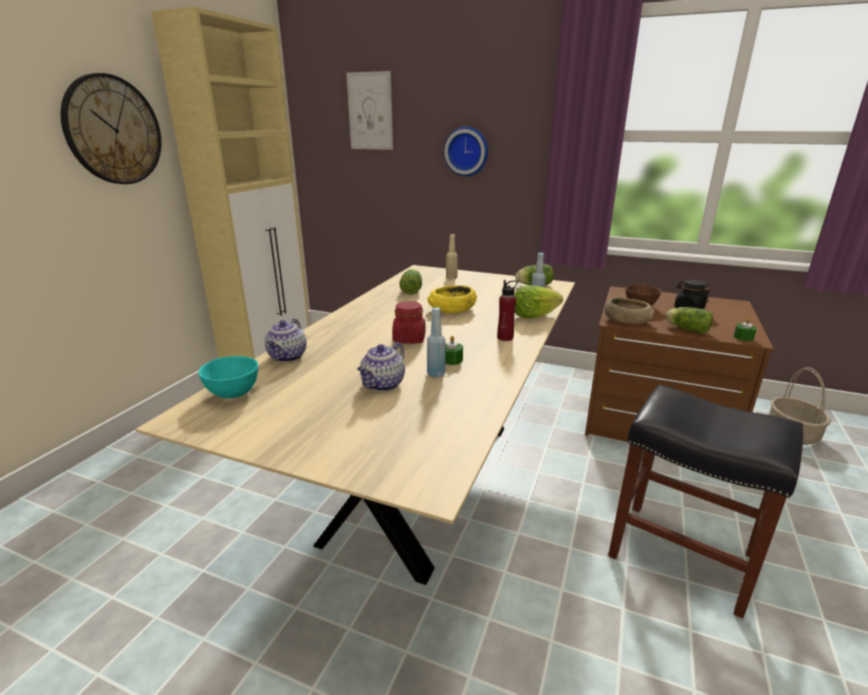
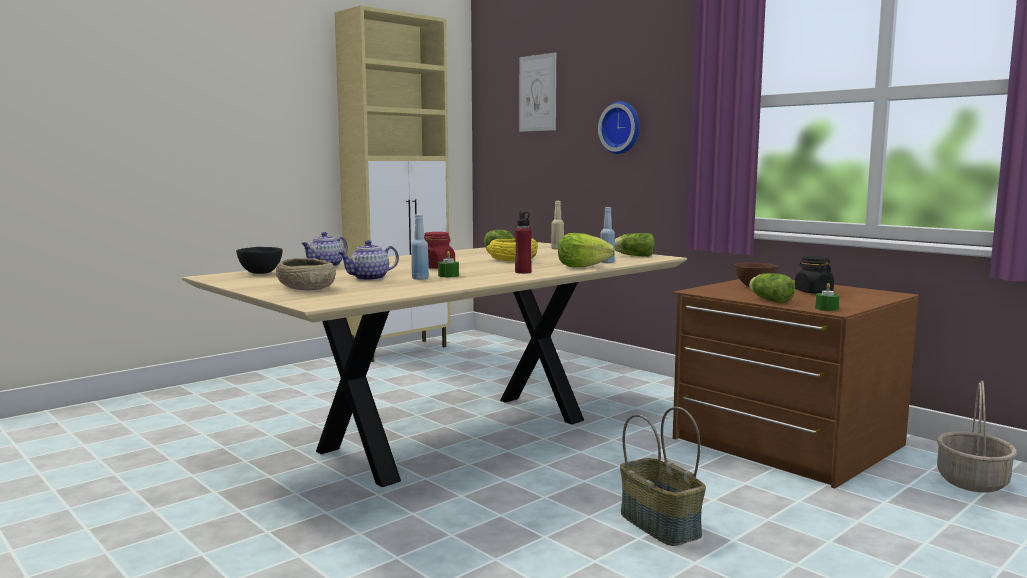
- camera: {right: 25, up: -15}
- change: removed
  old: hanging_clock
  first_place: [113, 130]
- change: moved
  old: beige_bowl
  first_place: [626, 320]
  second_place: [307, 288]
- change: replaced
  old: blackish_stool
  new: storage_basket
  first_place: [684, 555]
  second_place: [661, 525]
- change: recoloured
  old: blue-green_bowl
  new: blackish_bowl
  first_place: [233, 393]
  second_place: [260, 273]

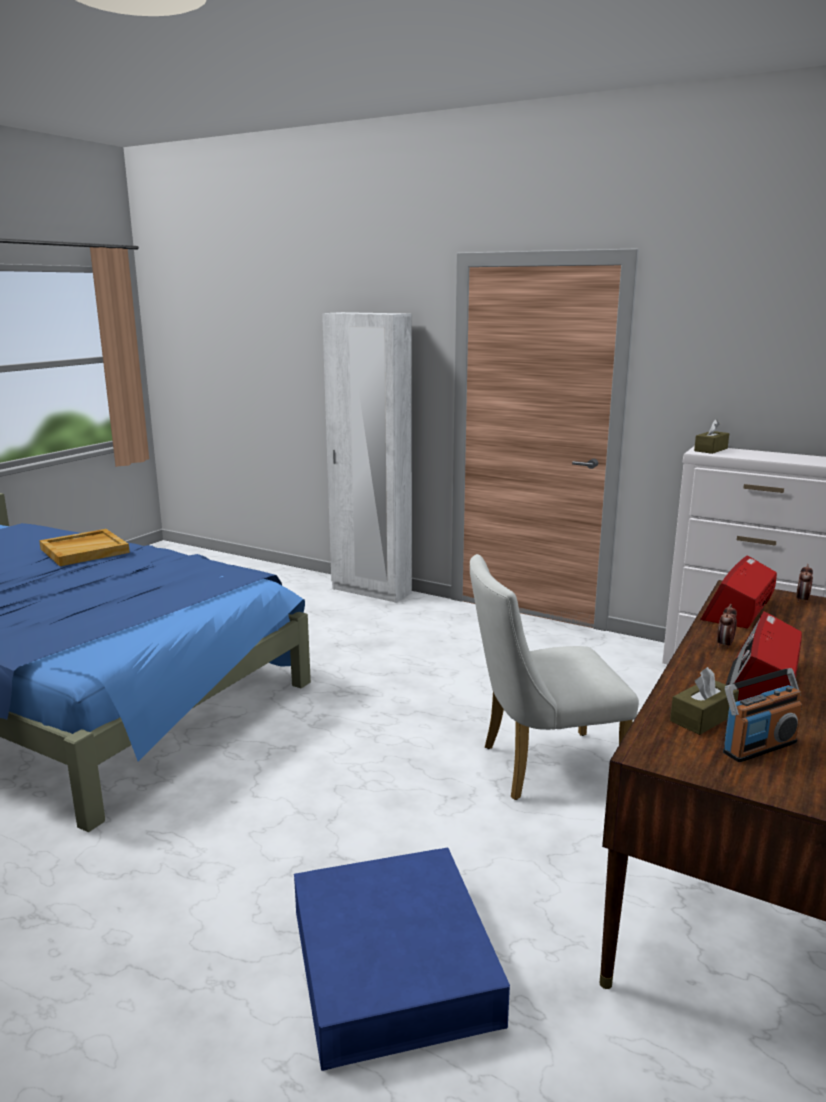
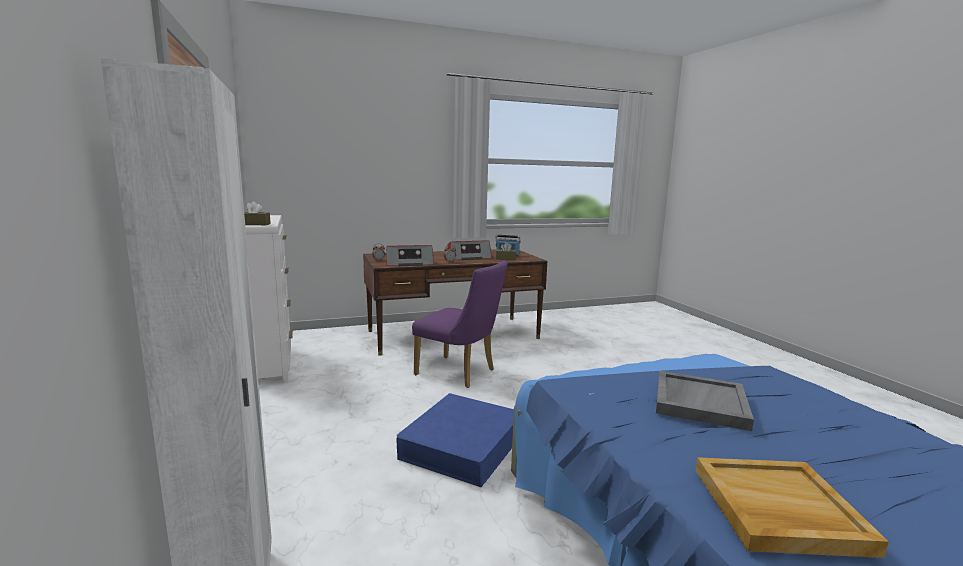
- camera: {right: -140, up: -5}
- change: added
  new: greyish_tray
  second_place: [699, 402]
- change: moved
  old: bluish_storage_container
  first_place: [392, 964]
  second_place: [463, 446]
- change: recoloured
  old: whitish_plain_chair
  new: purple_plain_chair
  first_place: [540, 767]
  second_place: [460, 373]

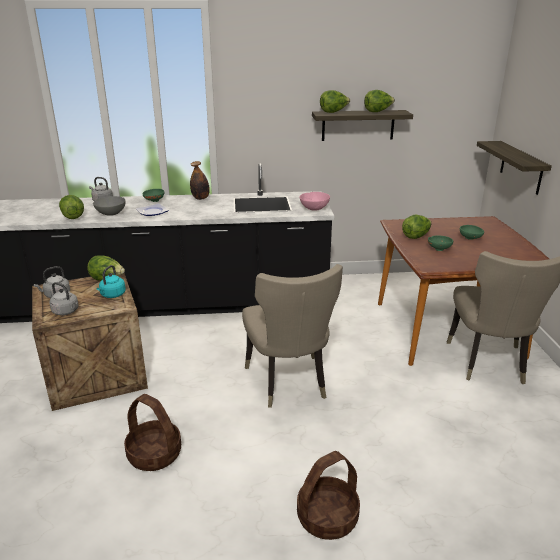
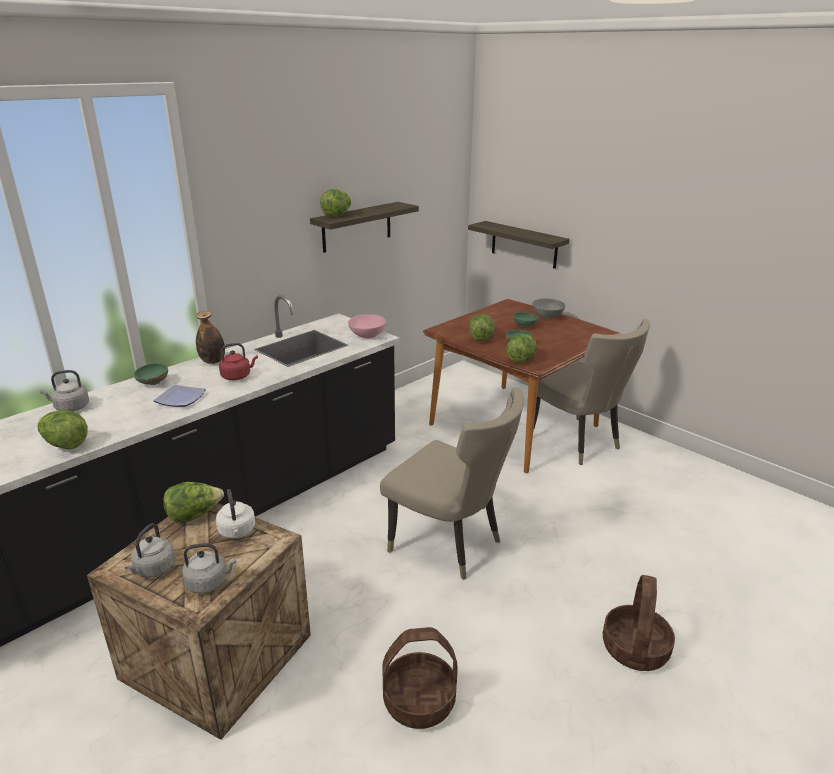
- camera: {right: -40, up: 0}
- change: added
  new: red-coloured_tea_kettle
  second_place: [237, 376]
- change: moved
  old: greyish_bowl
  first_place: [111, 213]
  second_place: [547, 316]
- change: moved
  old: lettuce_head
  first_place: [378, 111]
  second_place: [521, 359]
- change: recoloured
  old: blue-green_tea_kettle
  new: whitish_tea_kettle
  first_place: [112, 295]
  second_place: [237, 532]

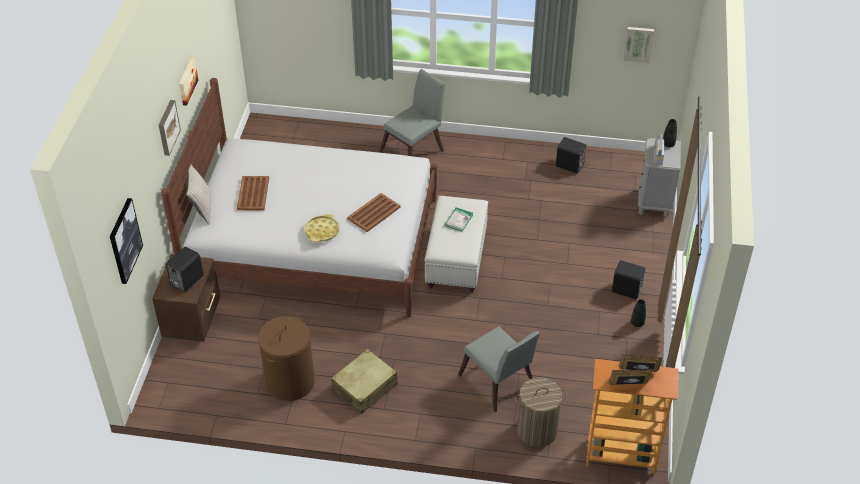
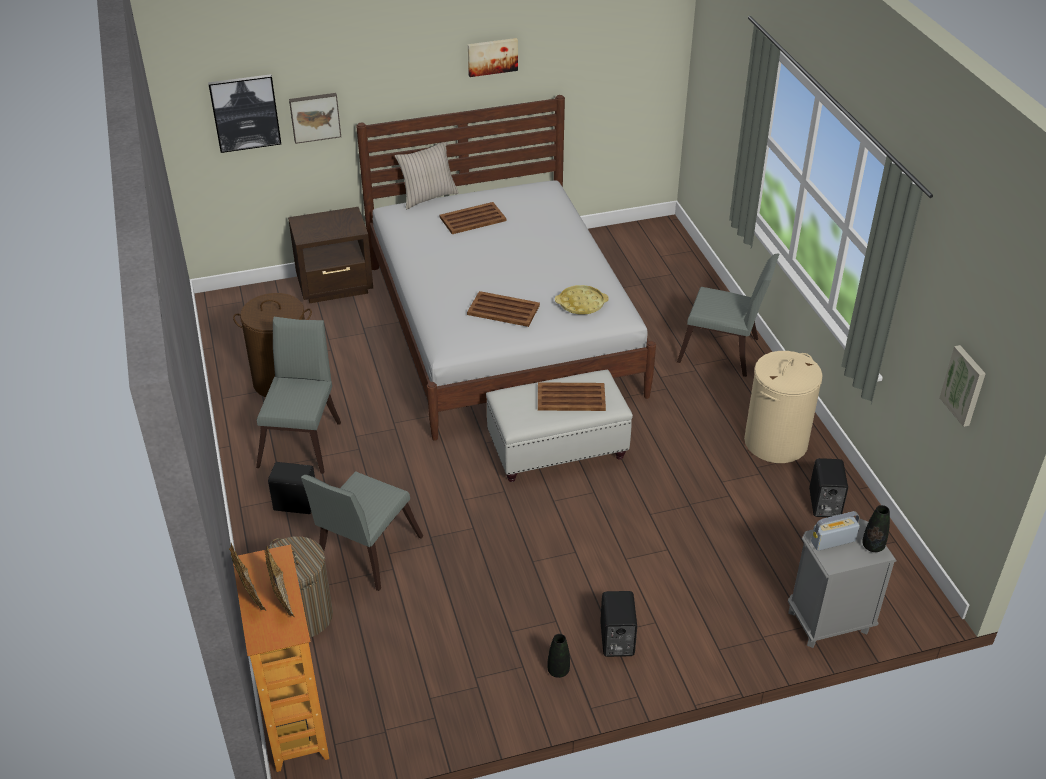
- camera: {right: 65, up: -5}
- change: added
  new: beige_laundry_basket
  second_place: [775, 442]
- change: moved
  old: wall_art
  first_place: [167, 127]
  second_place: [315, 117]
- change: moved
  old: blackish_audio_speaker
  first_place: [186, 280]
  second_place: [295, 503]
- change: moved
  old: yellowish_tray
  first_place: [322, 231]
  second_place: [581, 304]
- change: replaced
  old: beige_piece_of_luggage
  new: greyish_plain_chair
  first_place: [365, 387]
  second_place: [302, 440]
- change: replaced
  old: bound_book
  new: brown_tray
  first_place: [458, 220]
  second_place: [572, 398]

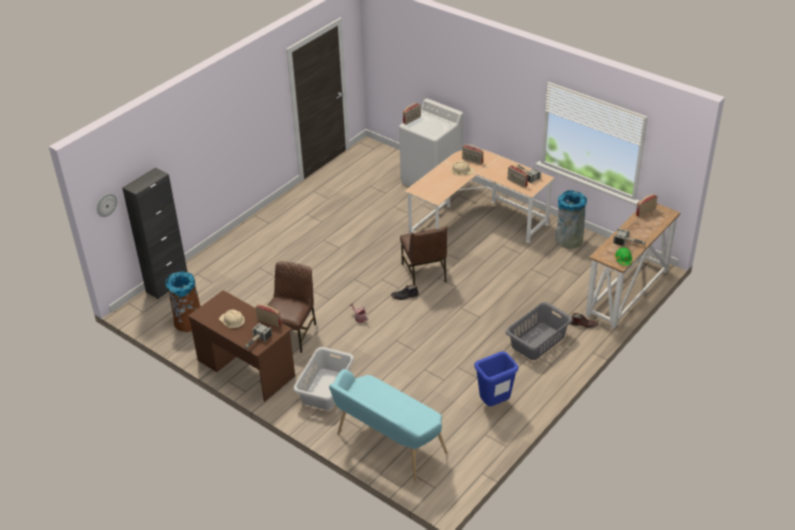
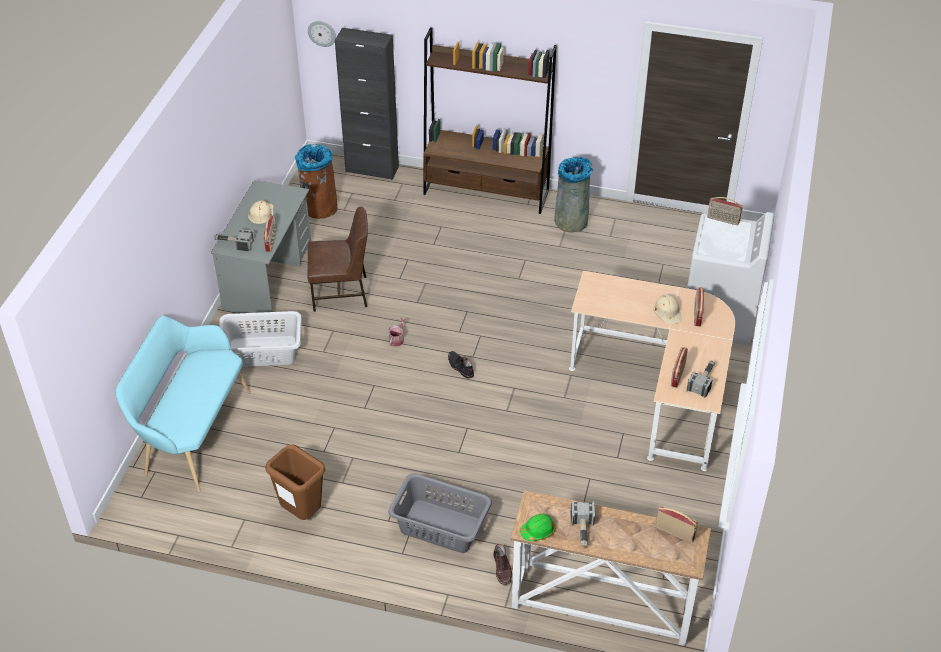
- camera: {right: 65, up: 5}
- change: removed
  old: brown_plain_chair
  first_place: [424, 273]
- change: added
  new: brown_bookshelf
  second_place: [486, 192]
- change: moved
  old: greyish_trash_can
  first_place: [568, 240]
  second_place: [571, 220]
- change: recoloured
  old: brown_desk_unit
  new: greyish_desk_unit
  first_place: [246, 368]
  second_place: [268, 277]
- change: recoloured
  old: bluish_trash_can
  new: brown_trash_can
  first_place: [494, 404]
  second_place: [301, 513]

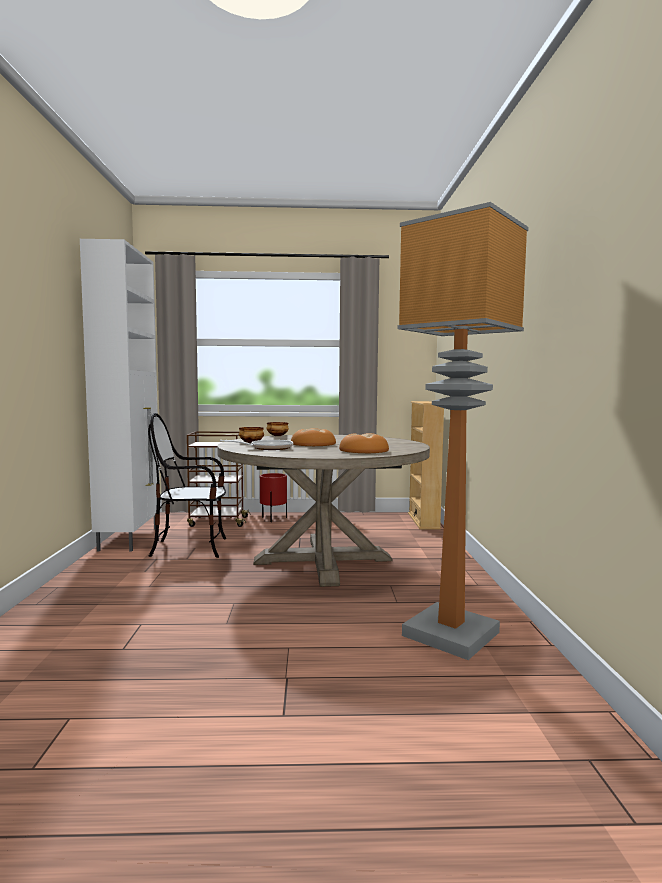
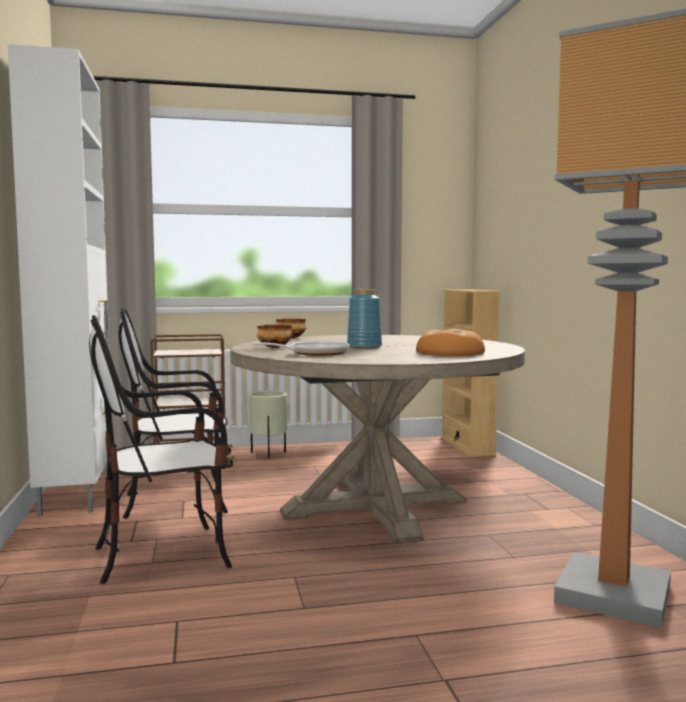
- camera: {right: -10, up: 0}
- change: added
  new: plain_chair
  second_place: [164, 554]
- change: replaced
  old: bread
  new: bluish_vase
  first_place: [313, 444]
  second_place: [364, 347]
- change: recoloured
  old: red-coloured_flower_pot
  new: beige_flower_pot
  first_place: [273, 519]
  second_place: [268, 454]

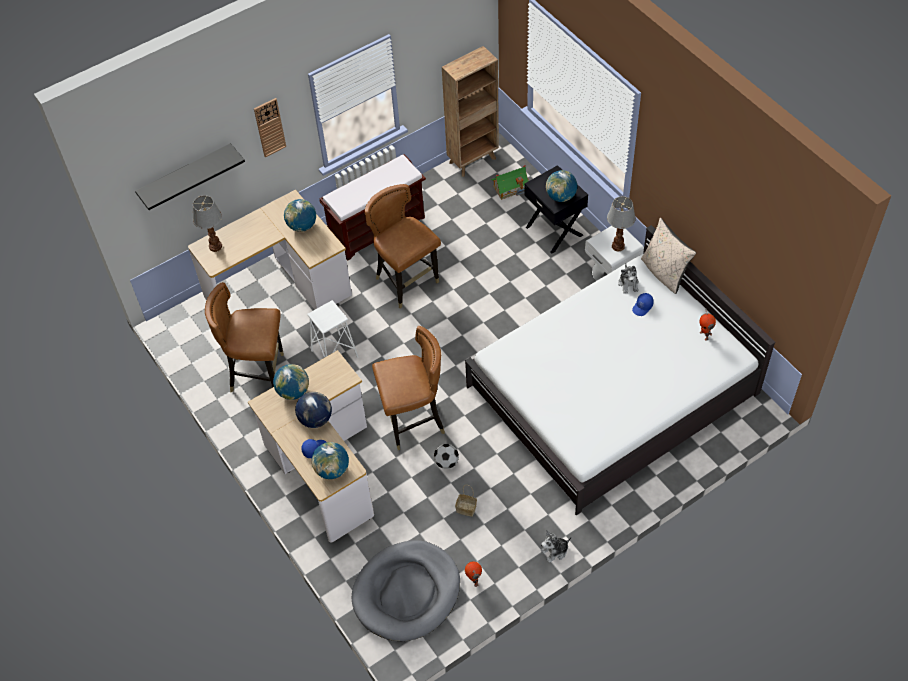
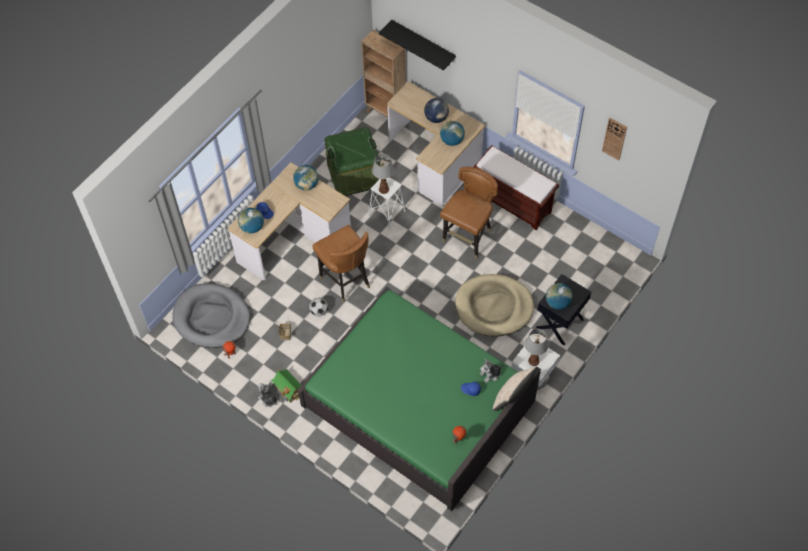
- camera: {right: 70, up: 5}
- change: added
  new: beige_dog_cushion
  second_place: [494, 307]
- change: moved
  old: lamp_for_a_table
  first_place: [216, 246]
  second_place: [384, 189]
- change: moved
  old: hanging_clock
  first_place: [269, 127]
  second_place: [614, 138]
- change: moved
  old: desk_globe
  first_place: [316, 419]
  second_place: [436, 118]
- change: moved
  old: brown_bookshelf
  first_place: [473, 160]
  second_place: [386, 113]
- change: moved
  old: toy_house
  first_place: [510, 188]
  second_place: [289, 388]
- change: replaced
  old: brown_plain_chair
  new: greenish_storage_container
  first_place: [259, 374]
  second_place: [354, 175]
- change: recoloured
  old: whitish_sleeping_bed
  new: greenish_sleeping_bed
  first_place: [613, 390]
  second_place: [418, 404]

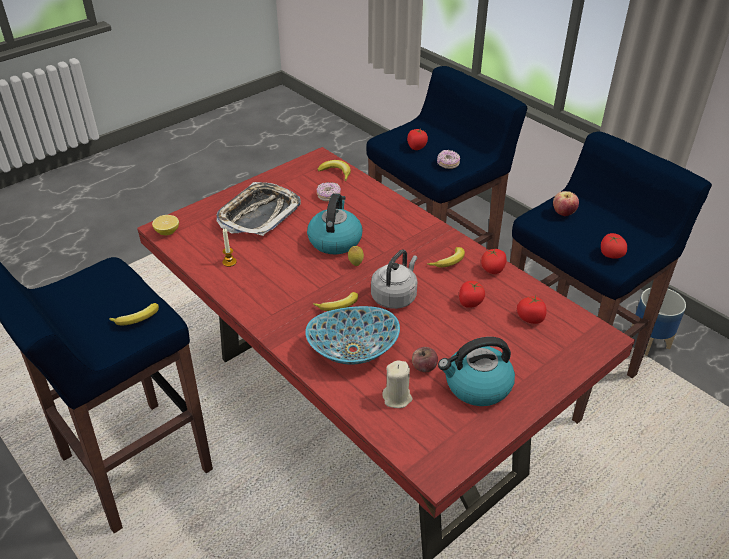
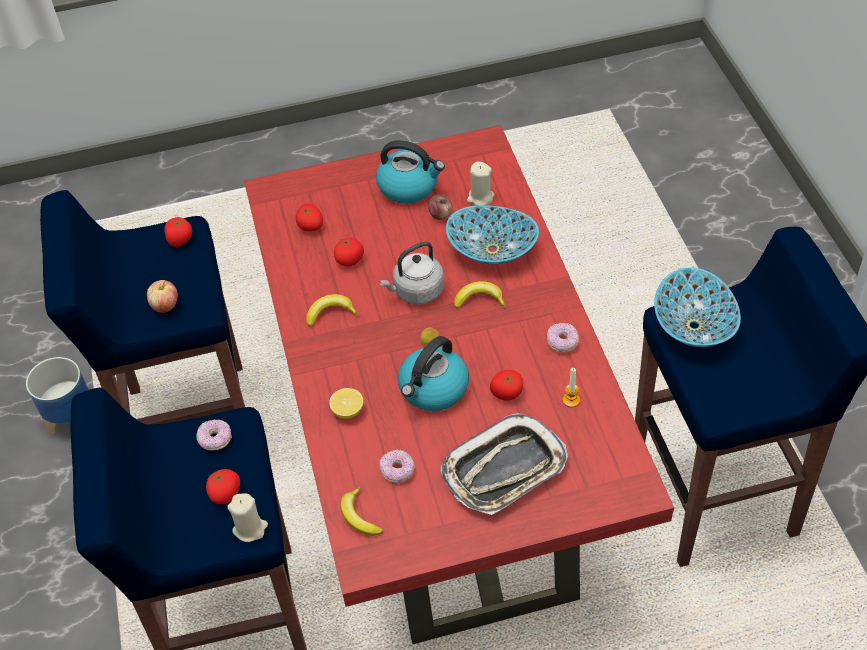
- camera: {right: -150, up: 10}
- change: added
  new: beige_wax_candle
  second_place: [250, 528]
- change: added
  new: doughnut
  second_place: [562, 342]
- change: moved
  old: citrus_fruit
  first_place: [167, 232]
  second_place: [348, 411]
- change: moved
  old: whole_tomato
  first_place: [492, 270]
  second_place: [506, 393]
- change: replaced
  old: banana_fruit
  new: bowl
  first_place: [137, 319]
  second_place: [694, 326]

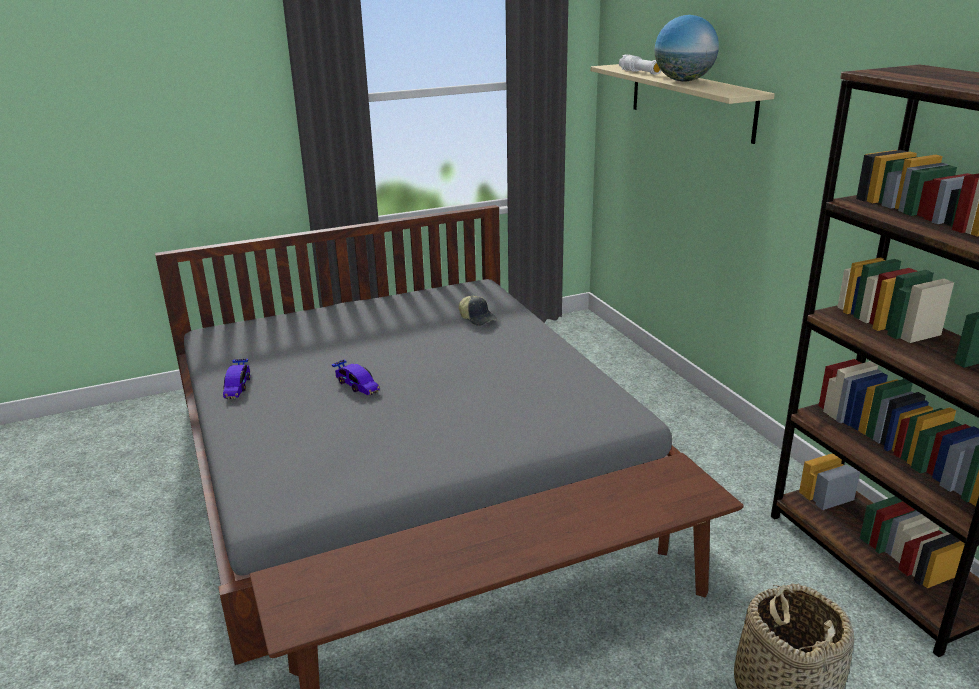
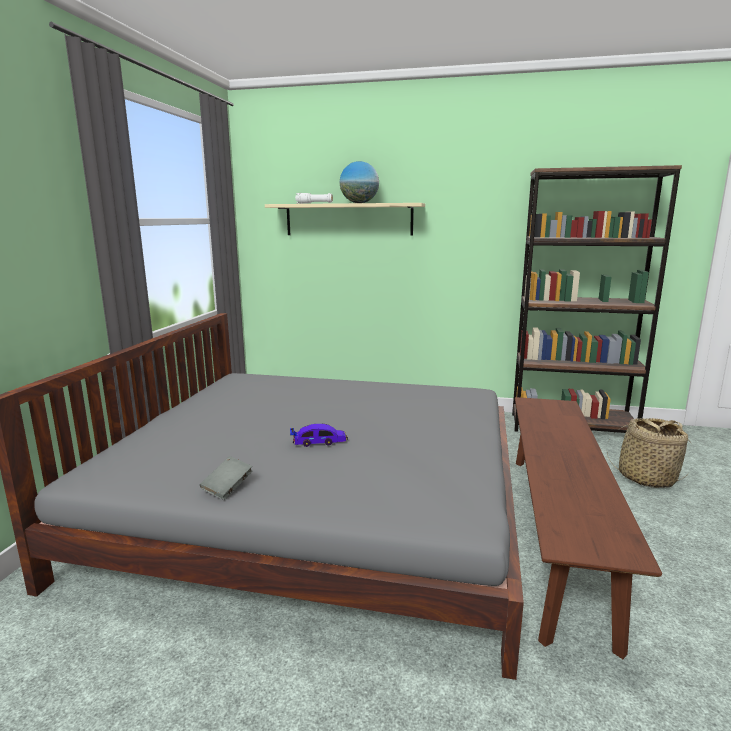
- camera: {right: -55, up: -10}
- change: removed
  old: cap
  first_place: [478, 318]
- change: replaced
  old: model_car
  new: greyish_bound_book
  first_place: [237, 386]
  second_place: [227, 488]

